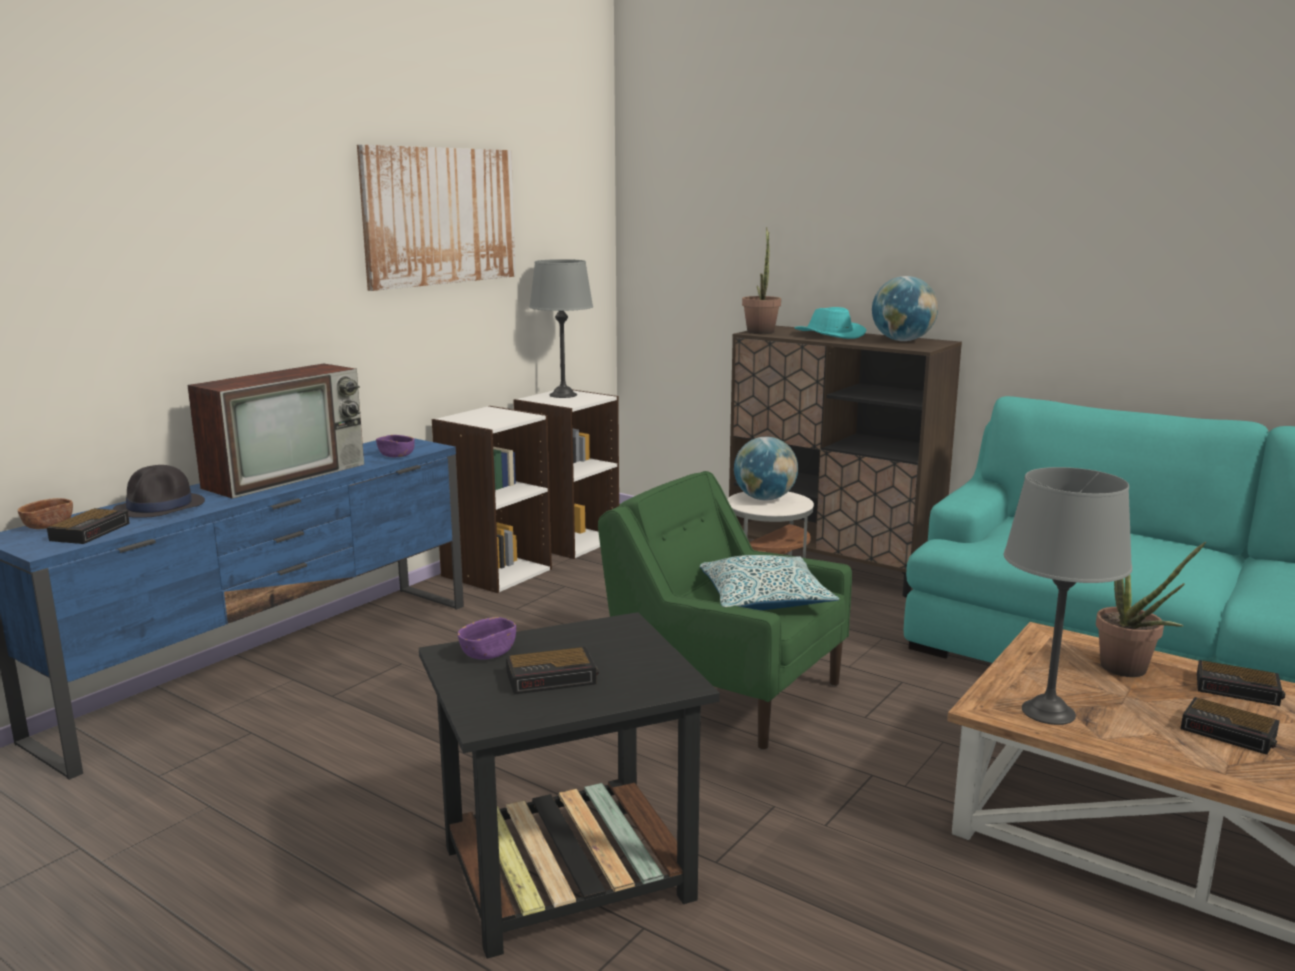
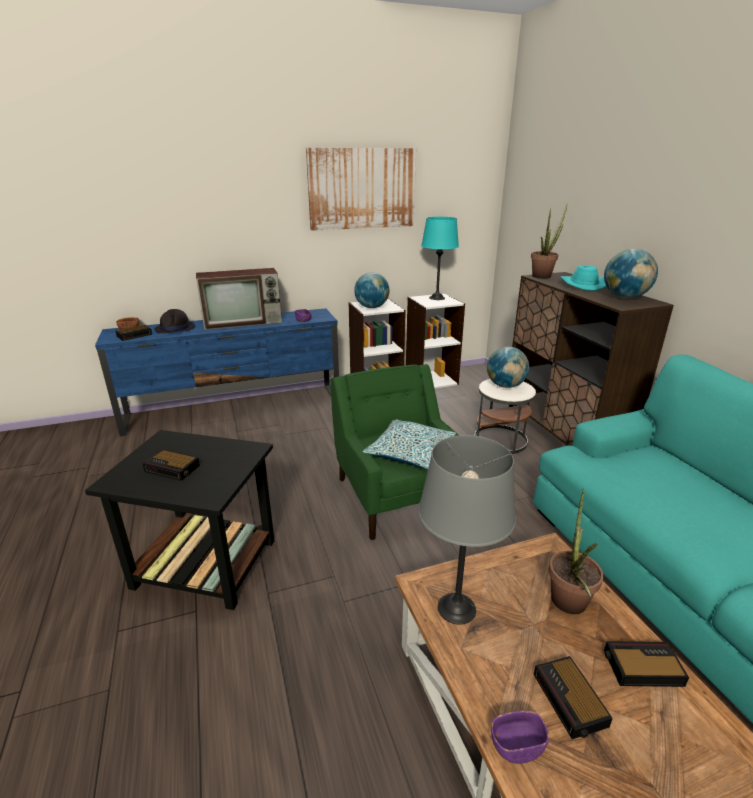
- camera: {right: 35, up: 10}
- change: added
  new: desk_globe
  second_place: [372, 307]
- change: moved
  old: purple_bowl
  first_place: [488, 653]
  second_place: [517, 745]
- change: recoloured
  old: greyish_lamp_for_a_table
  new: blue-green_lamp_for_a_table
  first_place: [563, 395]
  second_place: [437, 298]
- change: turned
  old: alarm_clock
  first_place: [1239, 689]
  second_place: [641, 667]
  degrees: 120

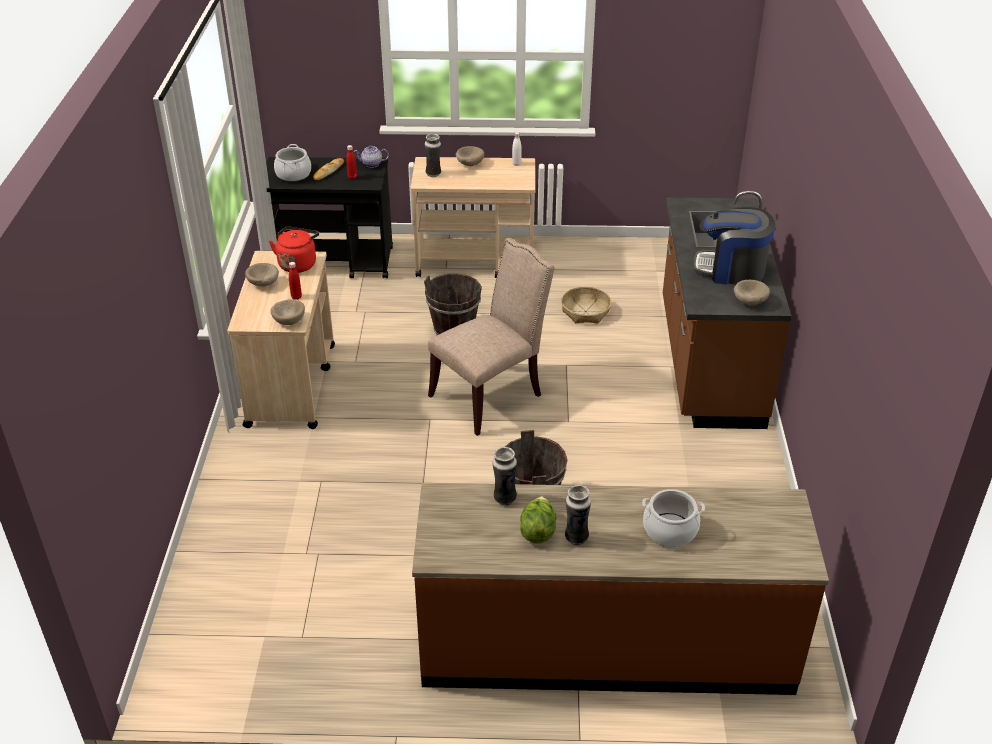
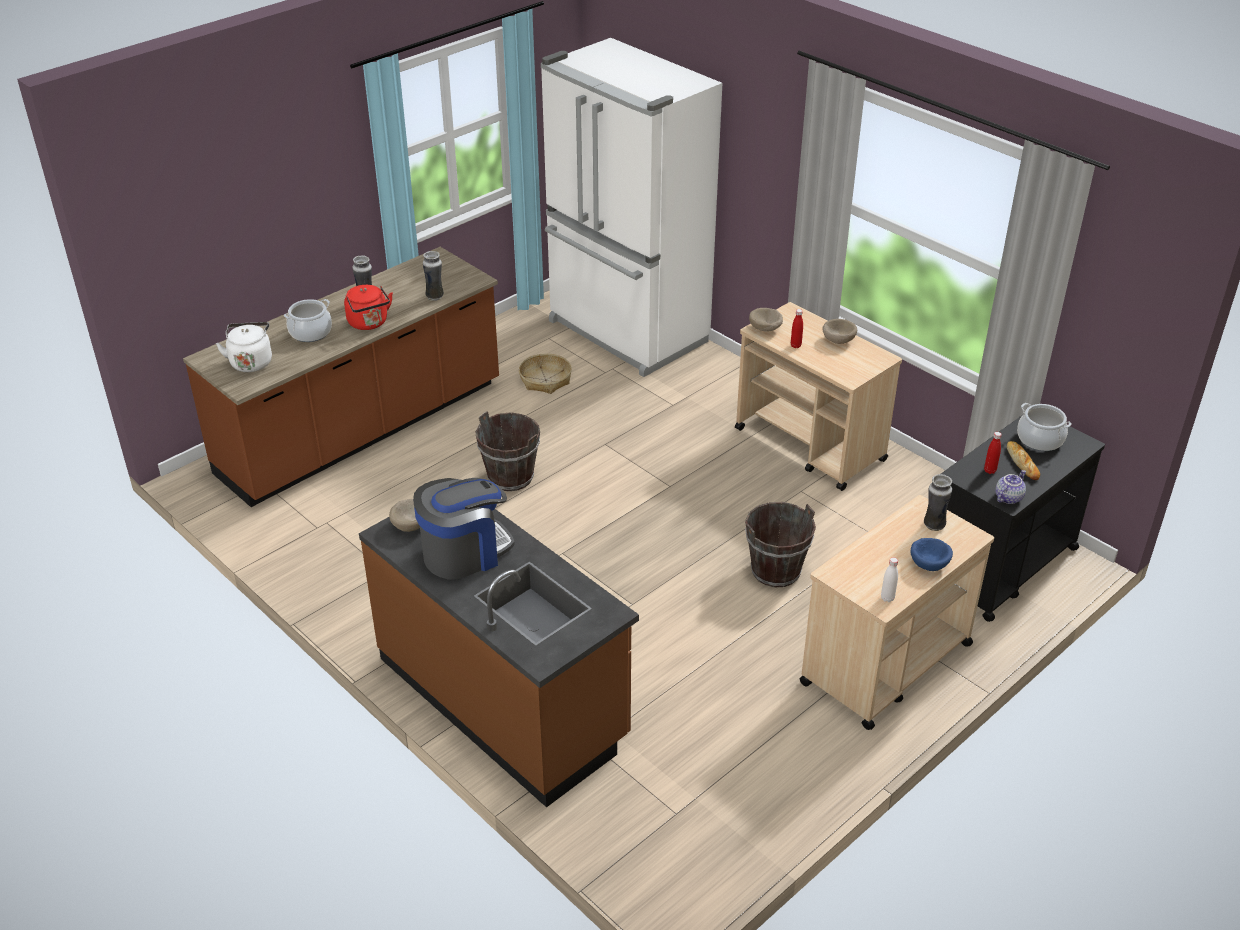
- camera: {right: 135, up: 0}
- change: removed
  old: beige_plain_chair
  first_place: [490, 395]
- change: removed
  old: lettuce_head
  first_place: [537, 531]
- change: added
  new: whitish_tea_kettle
  second_place: [251, 362]
- change: added
  new: whitish_refrigerator
  second_place: [626, 333]
- change: moved
  old: red-coloured_tea_kettle
  first_place: [298, 263]
  second_place: [369, 323]
- change: moved
  old: storage_basket
  first_place: [585, 311]
  second_place: [545, 380]
- change: recoloured
  old: beige_bowl
  new: bluish_bowl
  first_place: [469, 164]
  second_place: [929, 564]

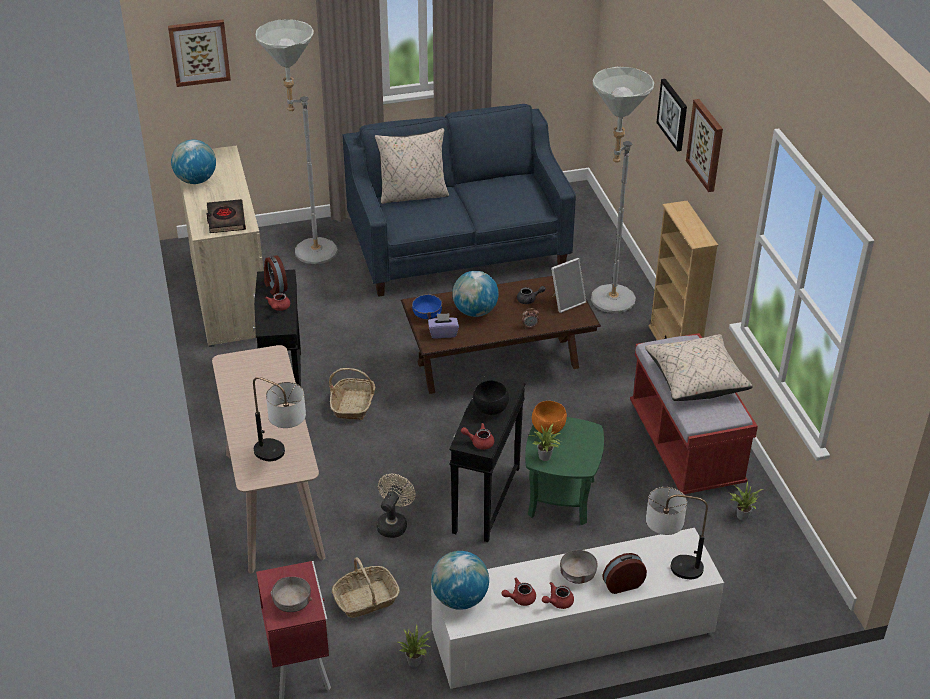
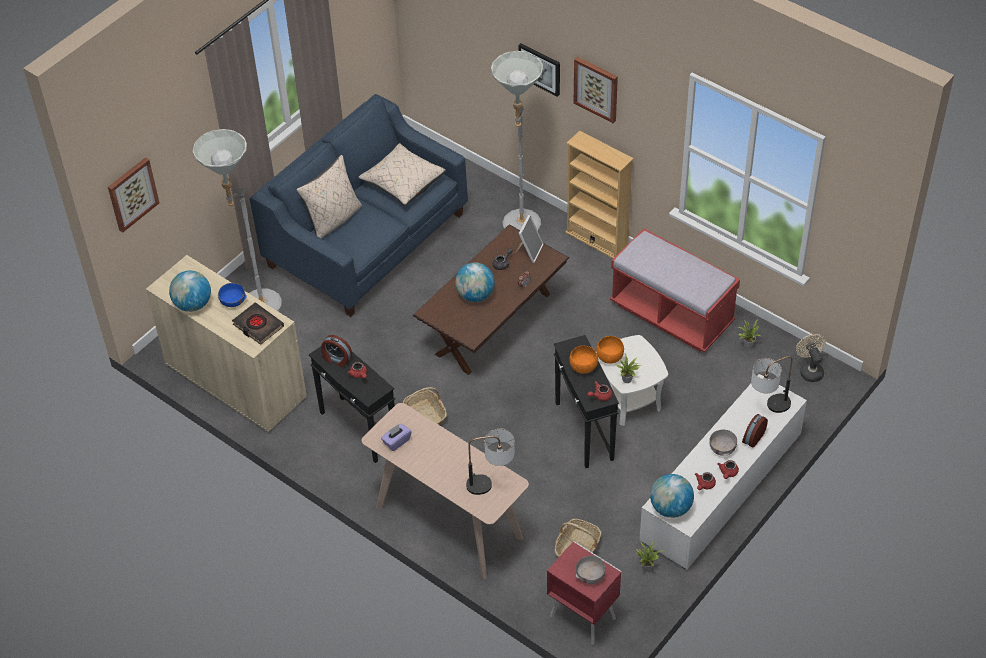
- camera: {right: -35, up: 10}
- change: moved
  old: beige_electric_fan
  first_place: [393, 523]
  second_place: [809, 370]
- change: moved
  old: bluish_bowl
  first_place: [427, 314]
  second_place: [232, 300]
- change: moved
  old: purple_box_of_tissues
  first_place: [443, 333]
  second_place: [396, 441]
- change: moved
  old: beige_throw_pillow
  first_place: [695, 379]
  second_place: [403, 183]
- change: recoloured
  old: blackish_bowl
  new: orange-coloured_bowl
  first_place: [490, 410]
  second_place: [583, 368]
- change: recoloured
  old: greenish_side_table
  new: whitish_side_table
  first_place: [561, 497]
  second_place: [629, 400]

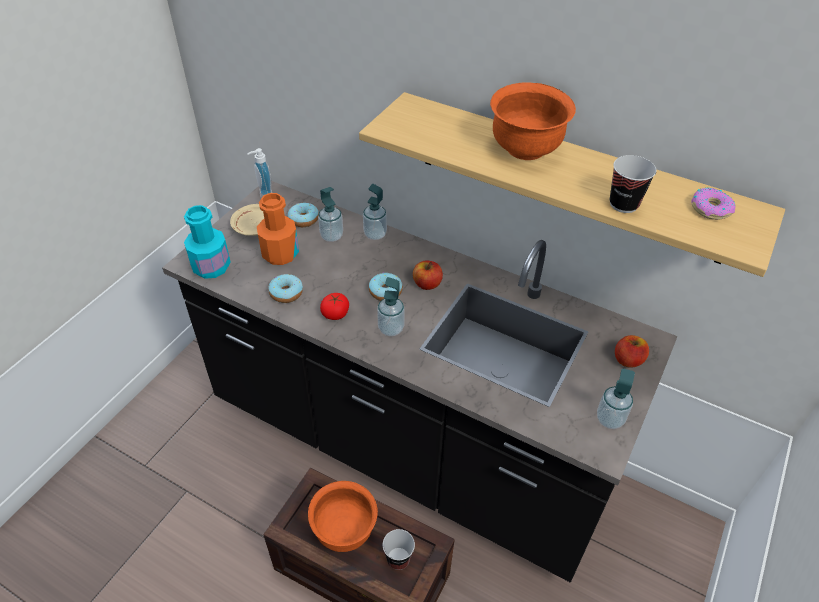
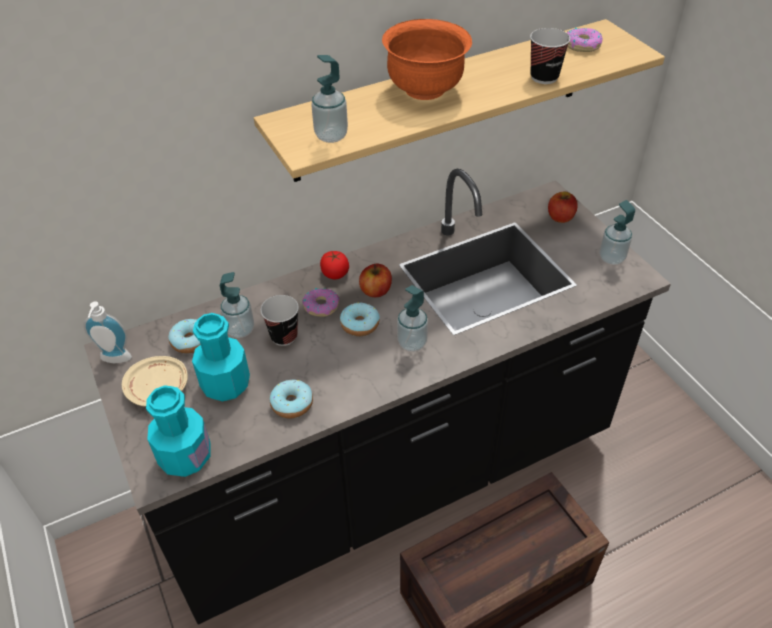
- camera: {right: -55, up: 0}
- change: removed
  old: orange-coloured_bowl
  first_place: [344, 531]
- change: added
  new: doughnut
  second_place: [321, 306]
- change: moved
  old: whole_tomato
  first_place: [335, 313]
  second_place: [335, 273]
- change: moved
  old: soap_bottle
  first_place: [375, 234]
  second_place: [331, 136]
- change: moved
  old: small_cup
  first_place: [398, 559]
  second_place: [284, 336]
- change: recoloured
  old: orange-coloured_bottle
  new: blue-green_bottle
  first_place: [280, 254]
  second_place: [226, 384]

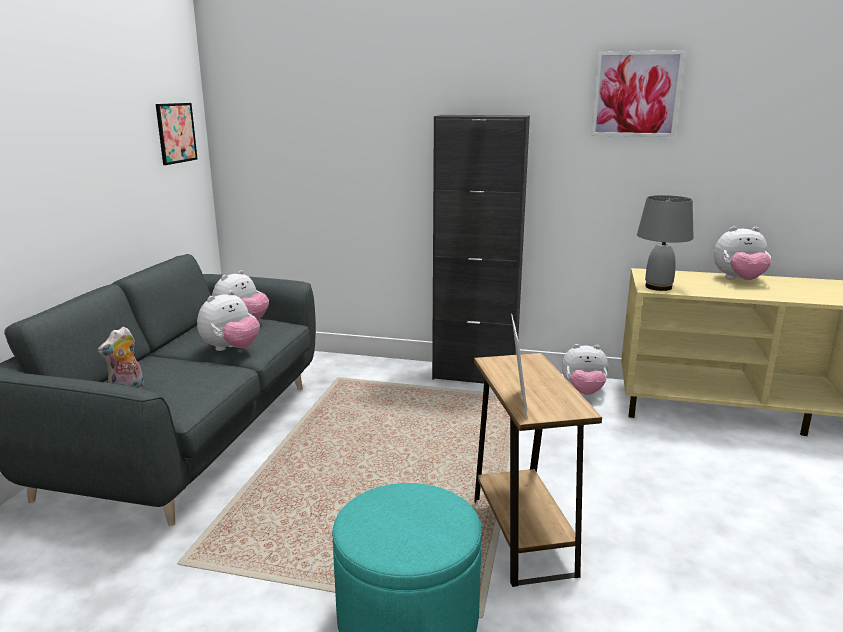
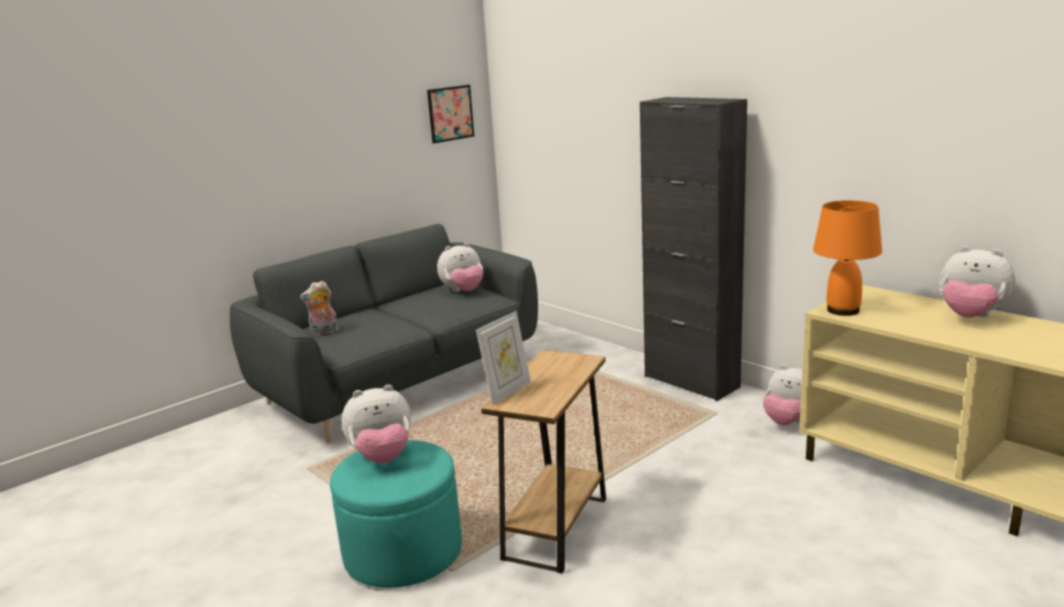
- camera: {right: 35, up: 0}
- change: removed
  old: wall_art
  first_place: [636, 94]
- change: moved
  old: soft_toy
  first_place: [231, 349]
  second_place: [382, 457]
- change: recoloured
  old: greyish_lamp_for_a_table
  new: orange-coloured_lamp_for_a_table
  first_place: [659, 287]
  second_place: [844, 310]

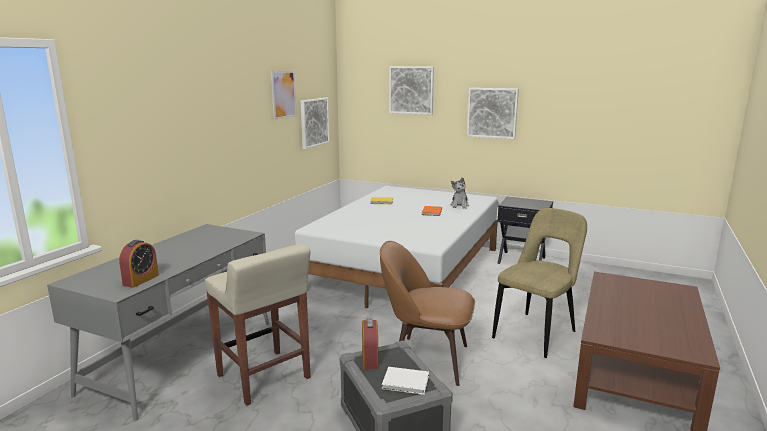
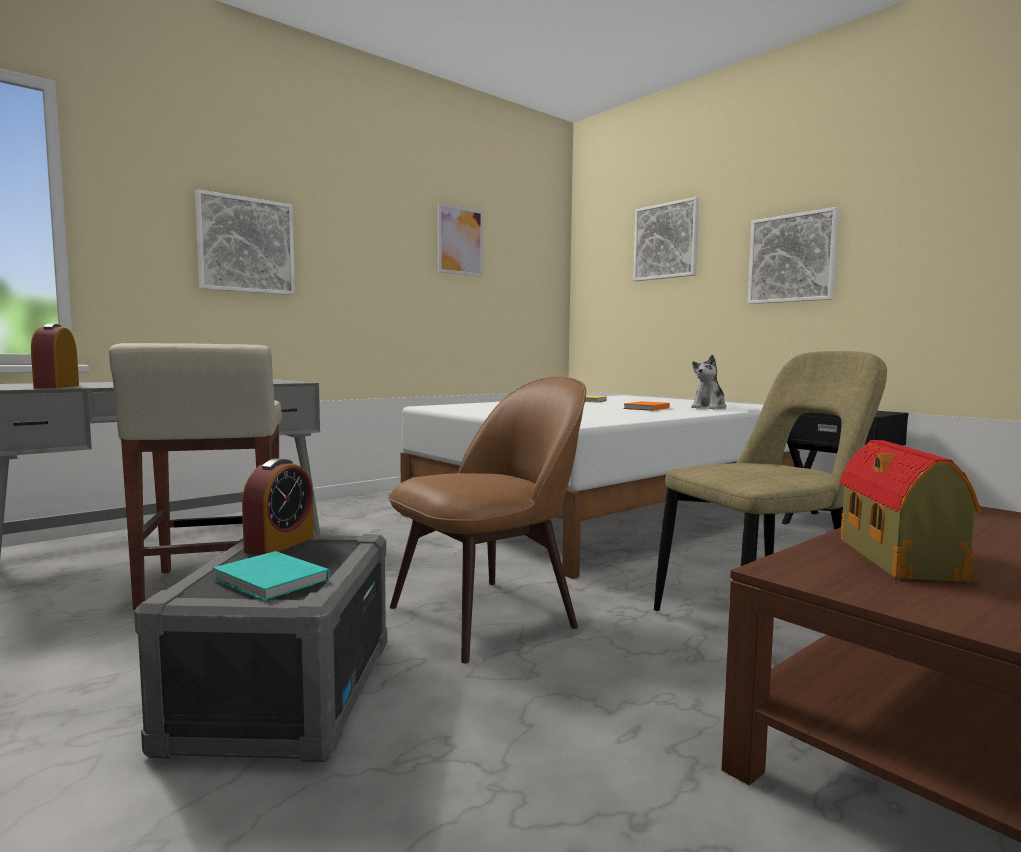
- camera: {right: 25, up: -10}
- change: added
  new: toy_house
  second_place: [899, 559]
- change: moved
  old: wall_art
  first_place: [314, 122]
  second_place: [246, 245]
- change: recoloured
  old: whitish_bound_book
  new: blue-green_bound_book
  first_place: [406, 383]
  second_place: [271, 581]
- change: turned
  old: alarm_clock
  first_place: [141, 280]
  second_place: [57, 387]
  degrees: 120
- change: turned
  old: brown_plain_chair
  first_place: [426, 359]
  second_place: [488, 615]
  degrees: 105

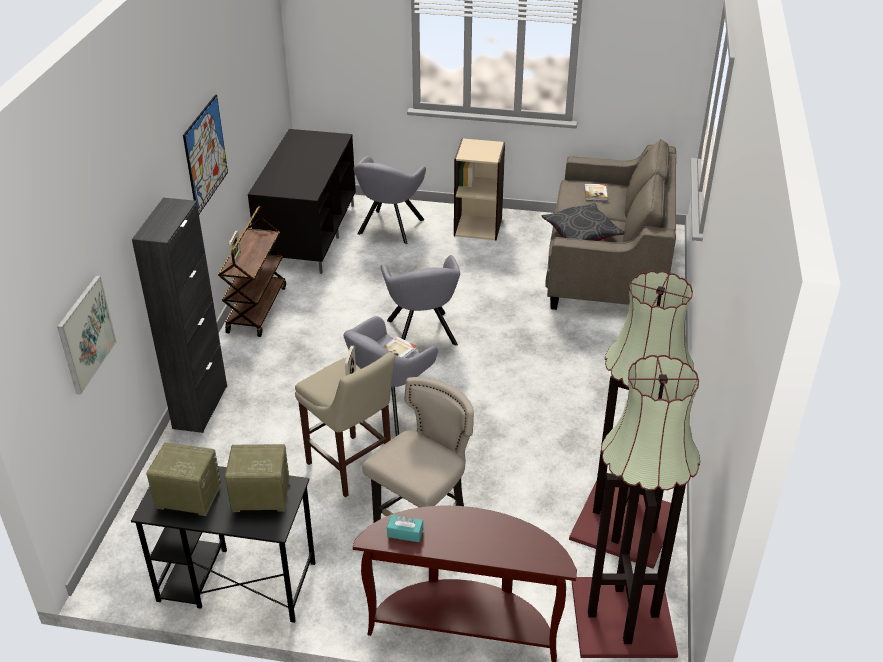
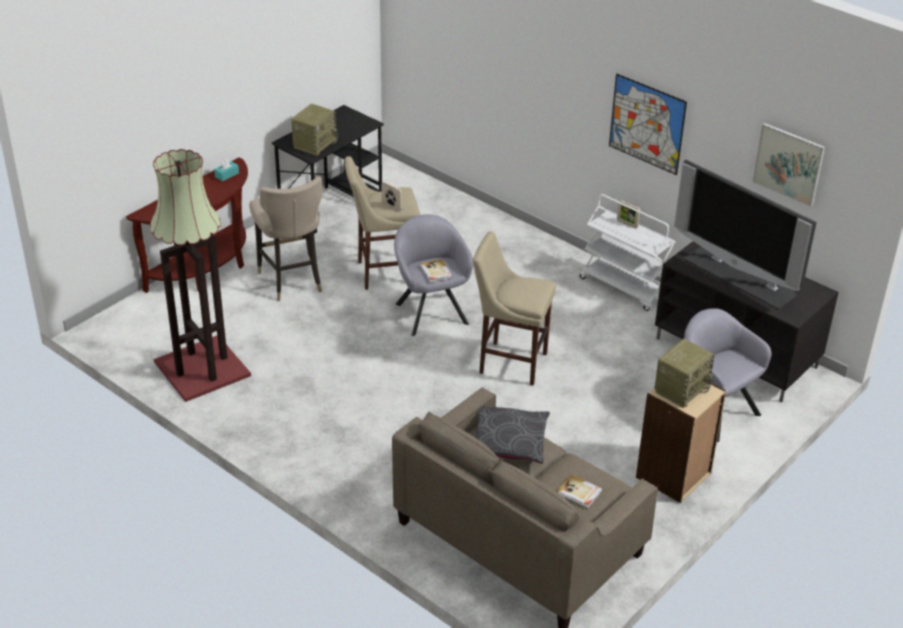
- camera: {right: 120, up: 0}
- change: removed
  old: blackish_storage_cabinet
  first_place: [200, 407]
- change: removed
  old: standing_lamp
  first_place: [621, 619]
- change: added
  new: television
  second_place: [740, 276]
- change: moved
  old: wall_art
  first_place: [86, 334]
  second_place: [788, 164]
- change: moved
  old: radio_set
  first_place: [187, 497]
  second_place: [681, 388]
- change: replaced
  old: greyish_armchair
  new: beige_stool
  first_place: [422, 335]
  second_place: [509, 362]
- change: recoloured
  old: brown_cart
  new: whitish_cart
  first_place: [256, 309]
  second_place: [624, 287]

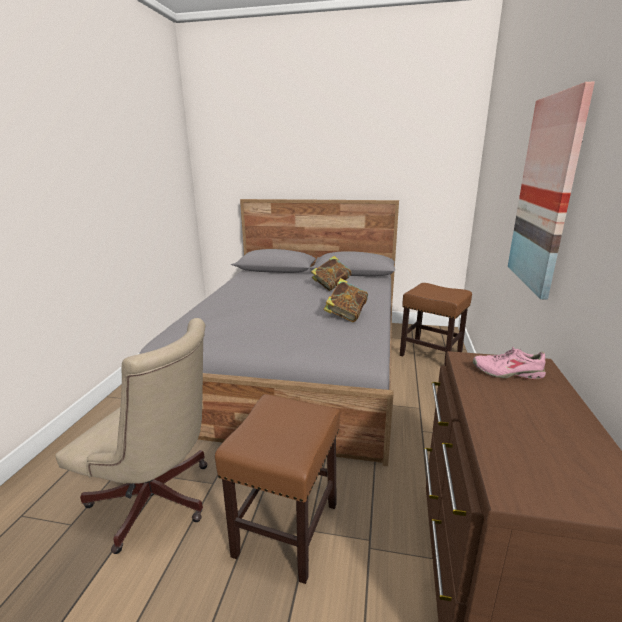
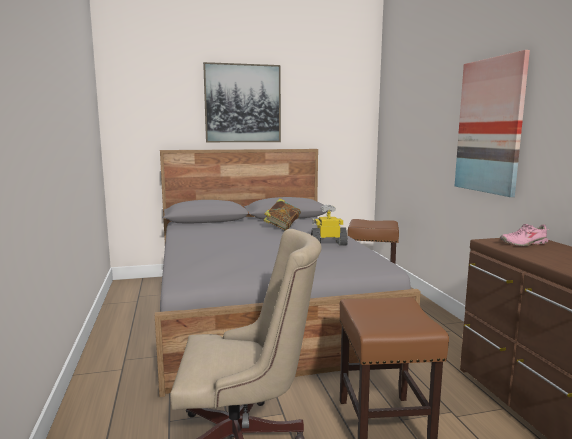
- camera: {right: -25, up: -10}
- change: added
  new: wall_art
  second_place: [242, 103]
- change: replaced
  old: bound_book
  new: toy_robot
  first_place: [346, 316]
  second_place: [328, 244]

